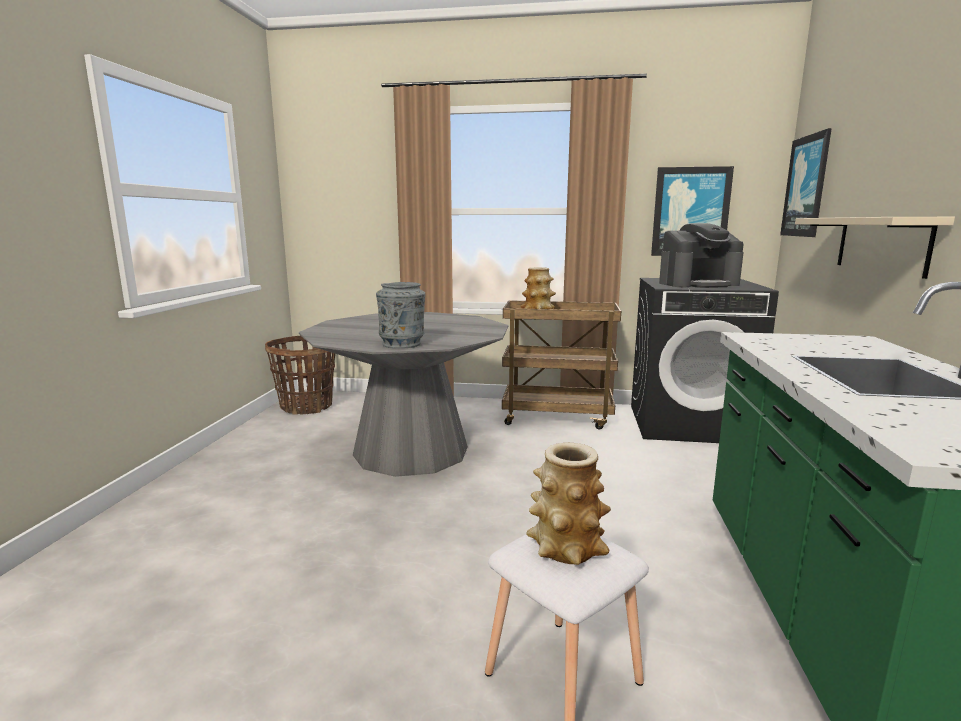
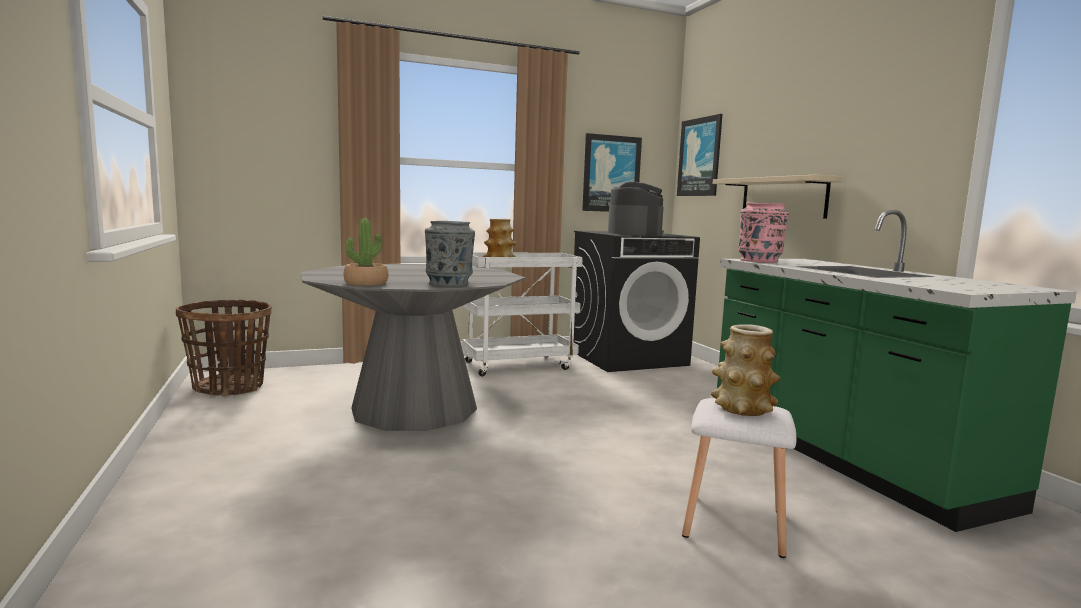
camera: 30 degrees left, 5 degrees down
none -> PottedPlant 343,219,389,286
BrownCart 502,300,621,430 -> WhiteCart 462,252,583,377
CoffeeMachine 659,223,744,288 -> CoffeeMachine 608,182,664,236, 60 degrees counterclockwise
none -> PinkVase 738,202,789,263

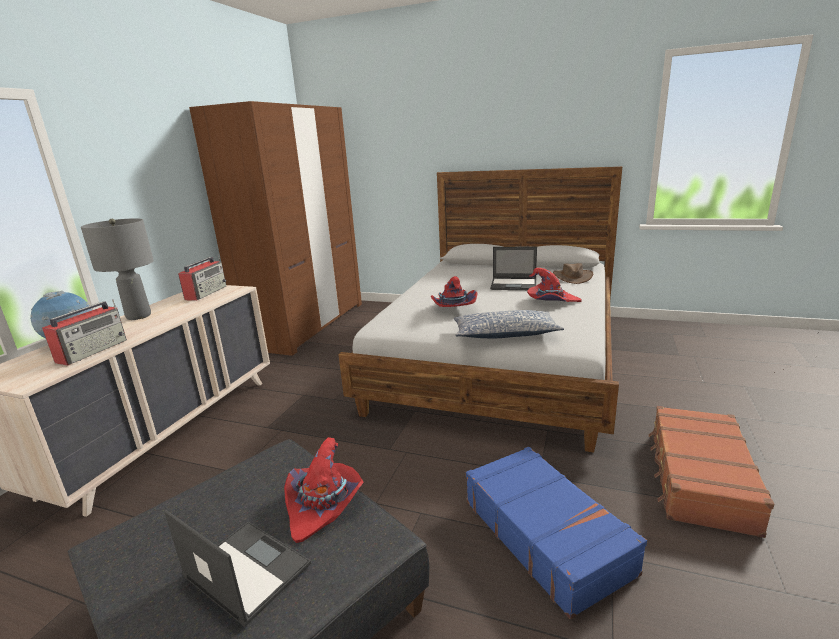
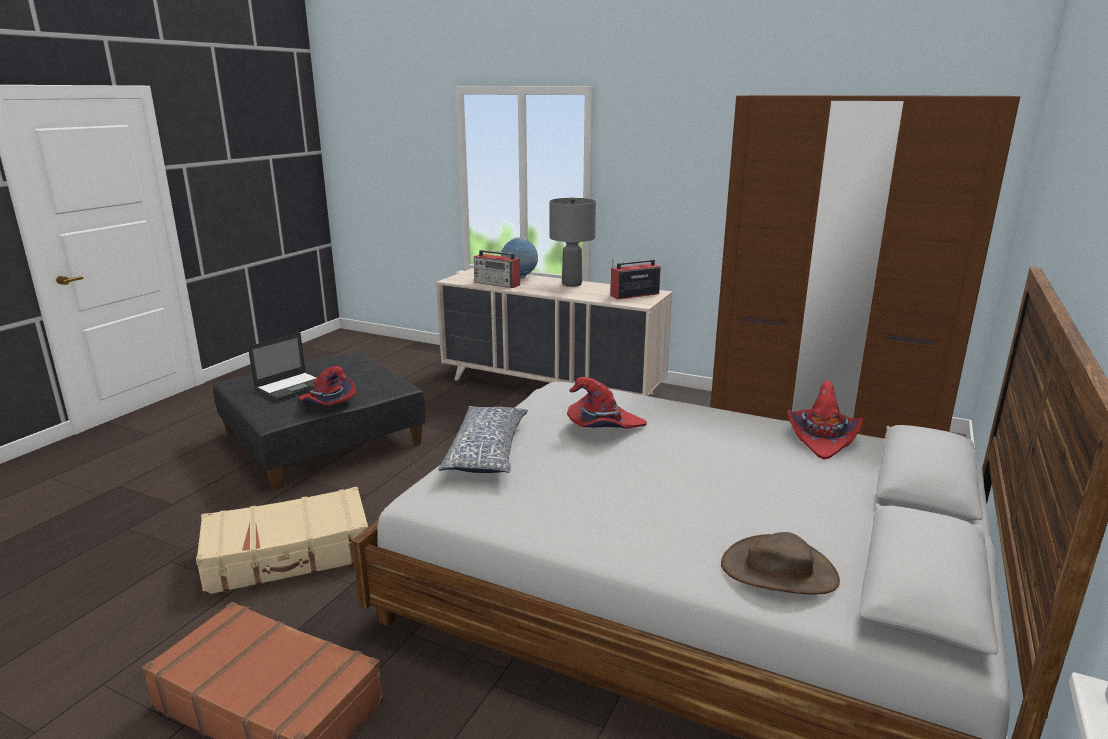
camera: 95 degrees right, 0 degrees up
BlueSuitcase 466,447,647,619 -> BeigeSuitcase 196,487,368,596
Radio 178,254,226,301 -> Radio 610,259,661,300, 135 degrees clockwise
RedHat 527,268,582,302 -> RedHat 787,381,863,460, move
Laptop 490,246,537,290 -> none

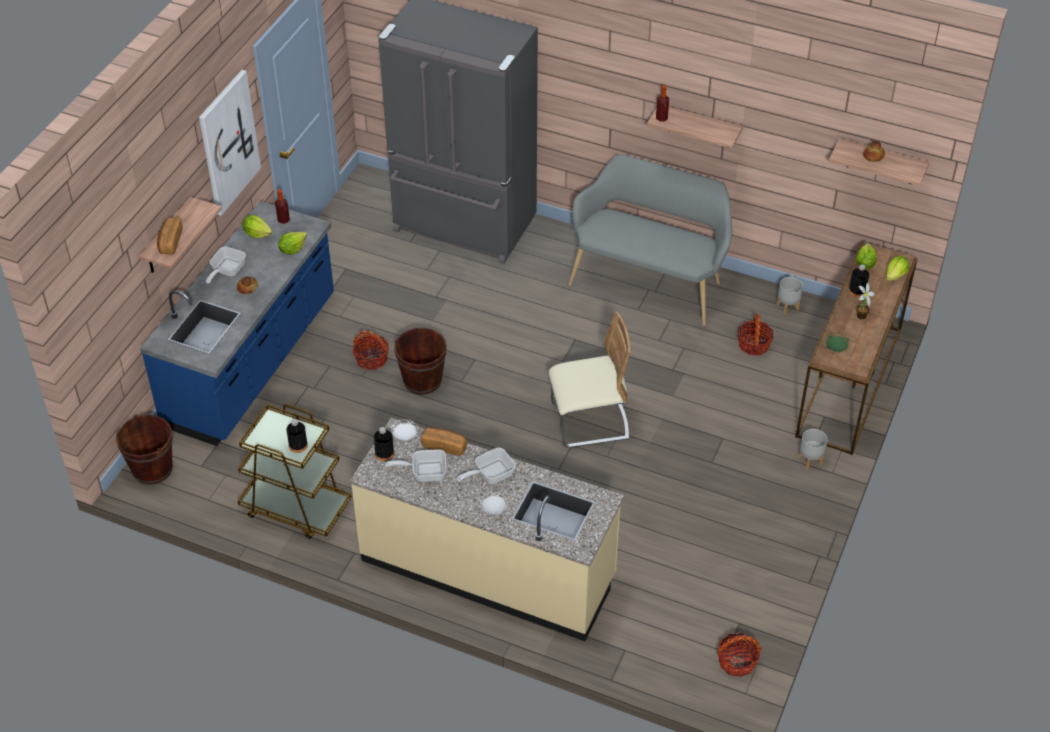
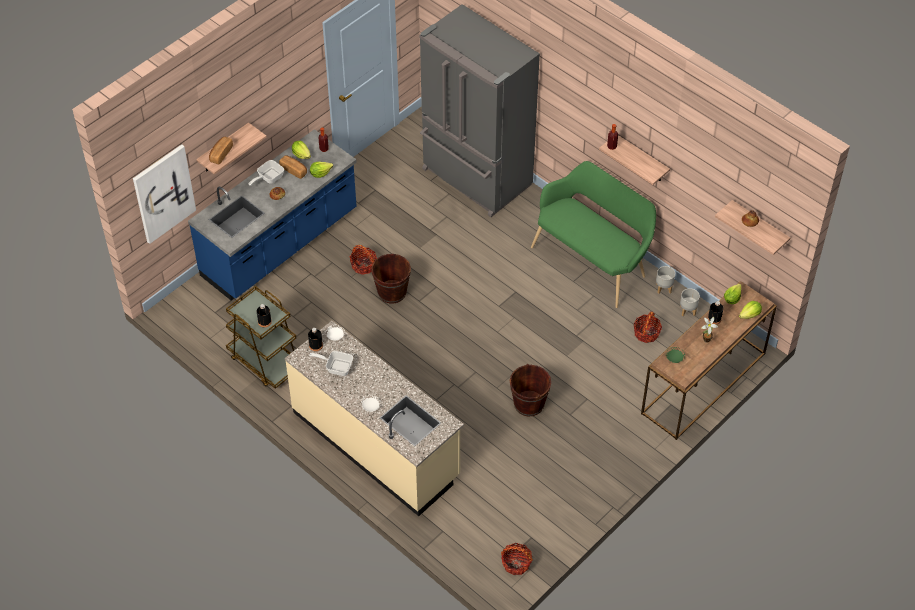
camera: 20 degrees right, 5 degrees up
Picture 199,70,261,216 -> Picture 133,144,196,244, move
Bread 421,427,467,456 -> Bread 279,155,307,179, move
BrownBucket 116,415,173,485 -> BrownBucket 510,364,551,417, move
GreyBench 568,154,732,326 -> GreenBench 531,161,656,308
GreyPlanter 798,429,827,469 -> GreyPlanter 656,266,675,294, move
FryingPan 457,448,516,484 -> none
BeigeChair 548,311,630,448 -> none

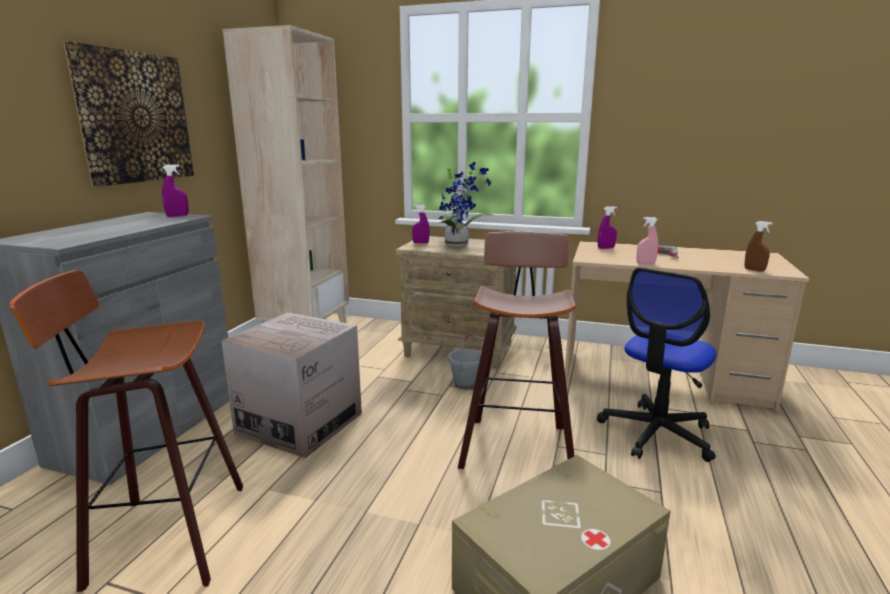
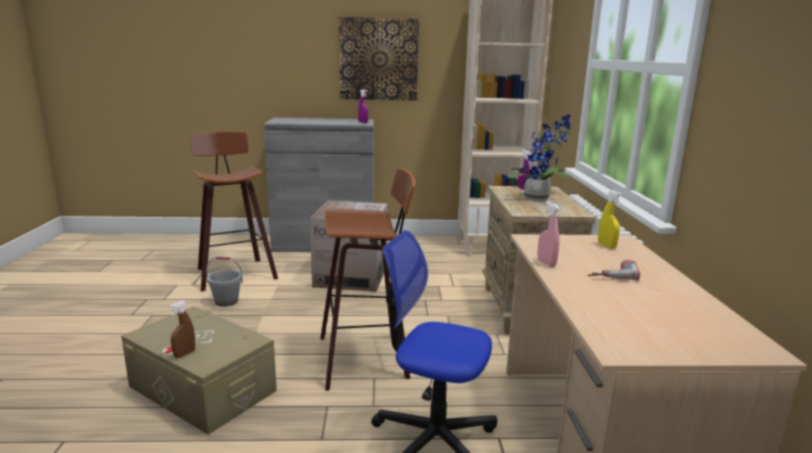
camera: 70 degrees right, 0 degrees up
BrownSprayBottle 744,221,773,272 -> BrownSprayBottle 170,301,195,358, move
GreyBucket 449,333,482,389 -> GreyBucket 206,257,243,306, move
PurpleSprayBottle 598,206,617,249 -> YellowSprayBottle 598,190,622,249

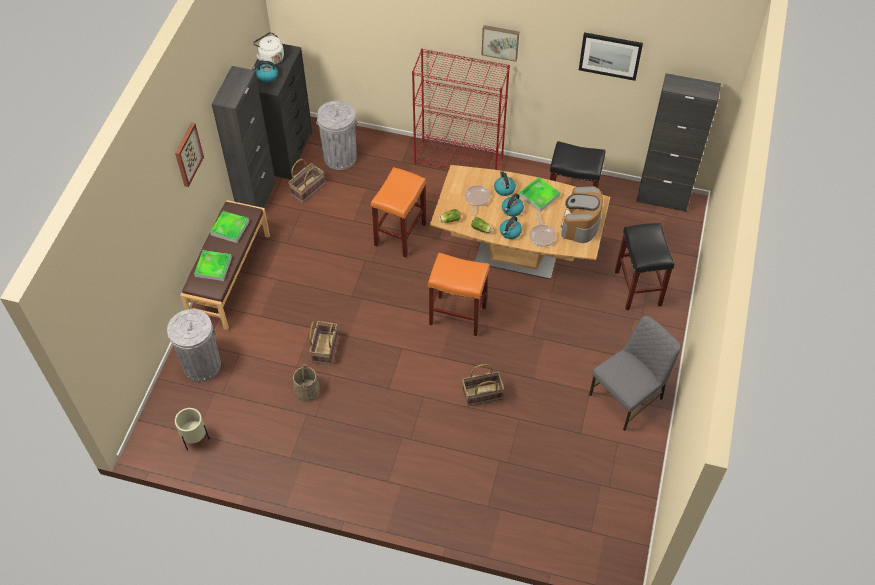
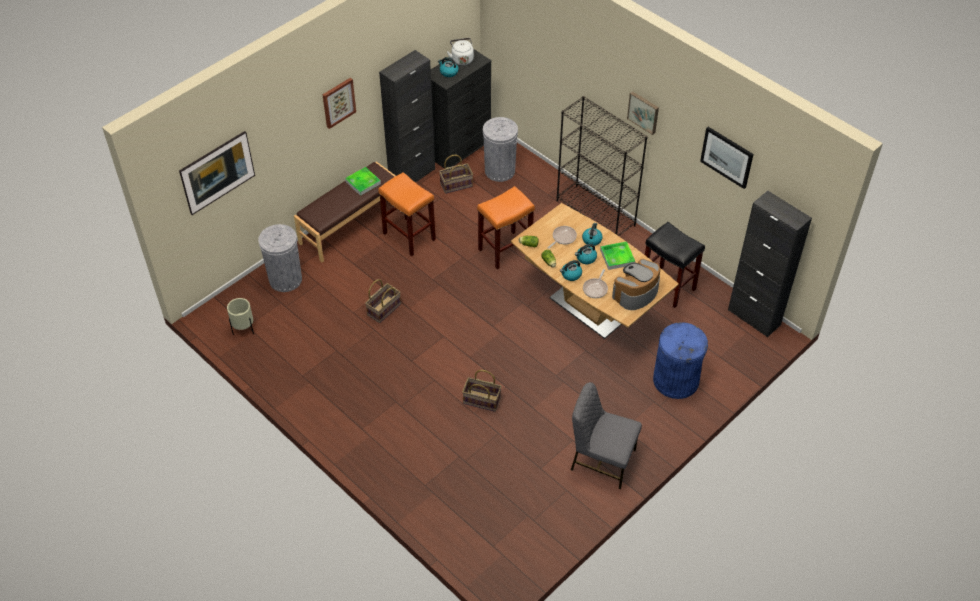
camera: 30 degrees right, 5 degrees down
none -> Picture 179,131,255,215
OrangeStool 428,253,490,336 -> OrangeStool 378,172,436,256, move
RedBookcase 412,49,510,170 -> BlackBookcase 557,96,648,236
GreyChair 589,316,681,431 -> GreyChair 571,382,642,490, 150 degrees counterclockwise
BlackStool 615,223,674,310 -> BlueTrashCan 653,322,708,399
Tray 194,250,232,281 -> none
BeigeBucket 293,364,320,402 -> none

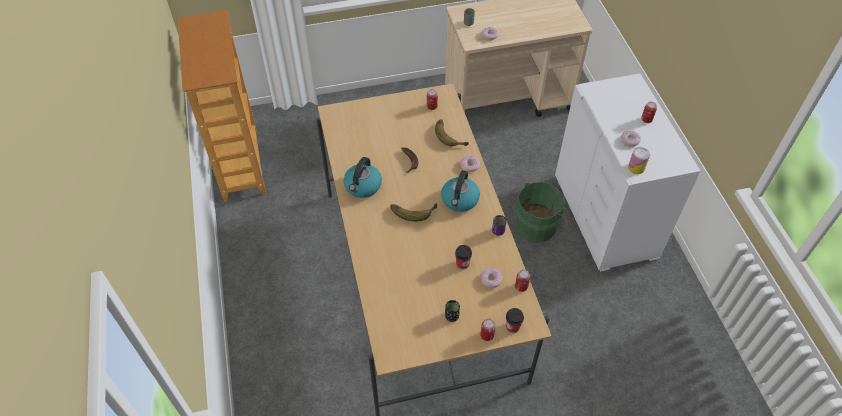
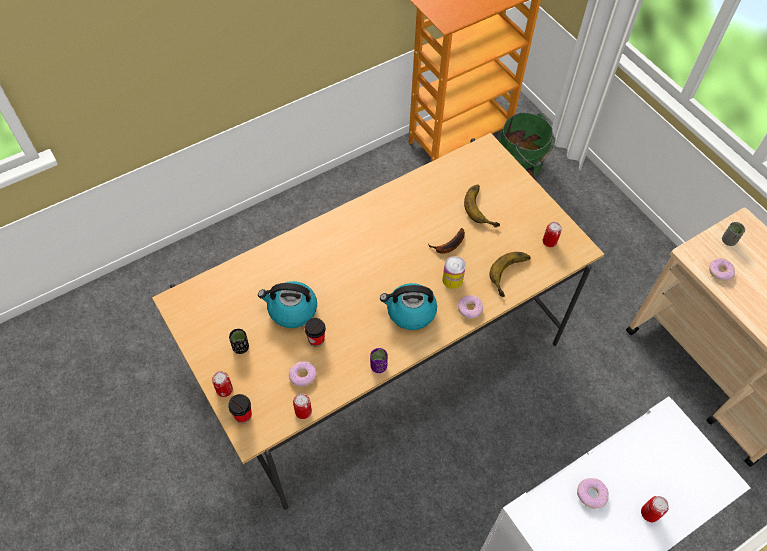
camera: 70 degrees right, 5 degrees up
Kettle 344,157,382,198 -> Kettle 258,281,317,328, move
Can 628,147,650,174 -> Can 442,256,466,289, move
Banana 390,204,438,222 -> Banana 464,185,500,227, move
GreenBucket 515,182,568,243 -> GreenBucket 500,113,555,177, move

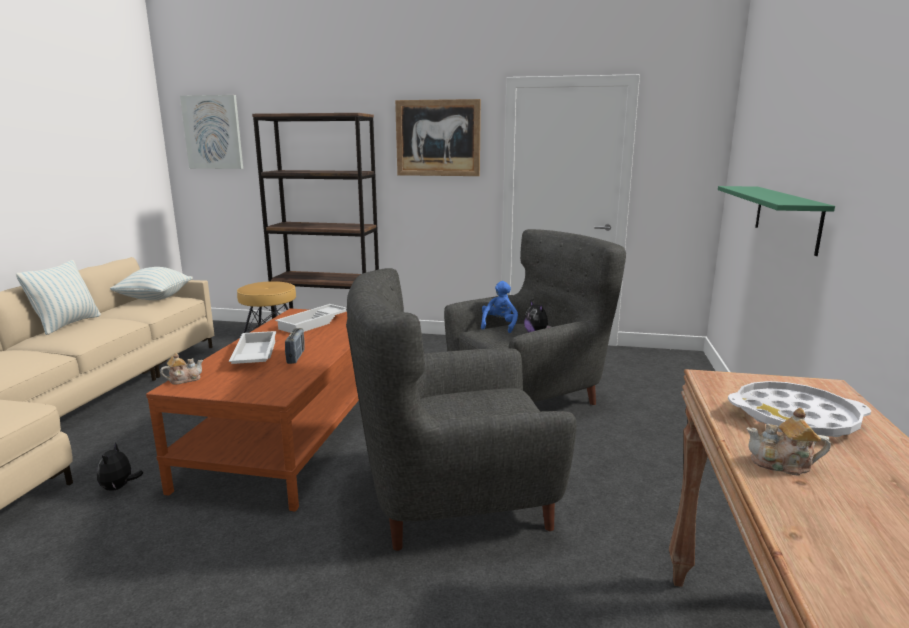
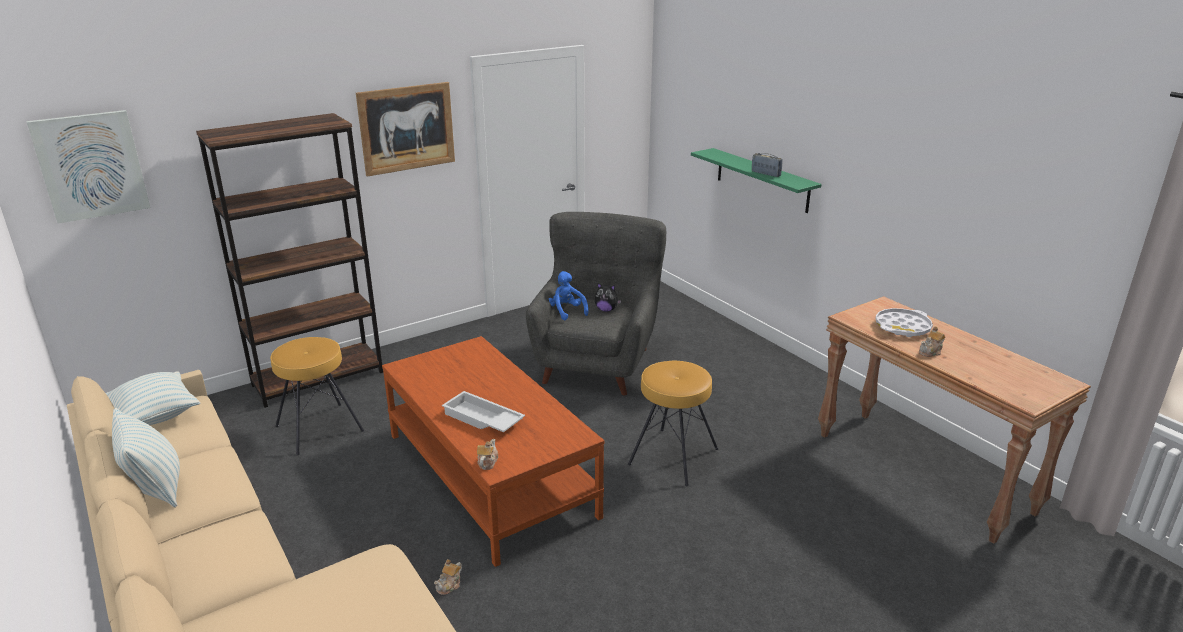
camera: 45 degrees left, 10 degrees up
PlushToy 97,443,143,490 -> Teapot 434,559,462,595
GreyArmchair 346,268,576,551 -> BrownStool 628,361,718,486
Radio 285,328,305,364 -> Radio 752,153,783,177, move
WhiteTray 275,304,347,333 -> none

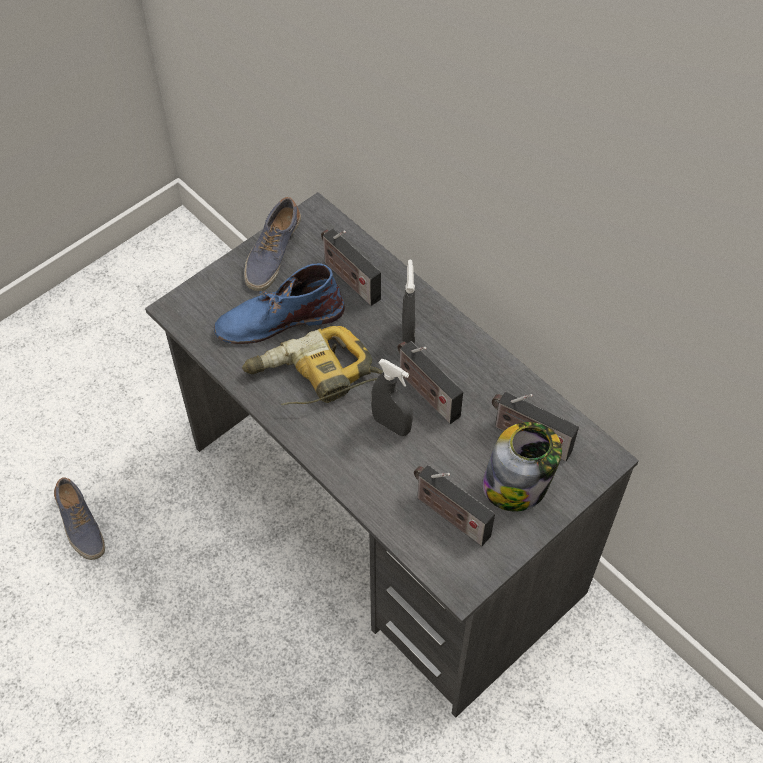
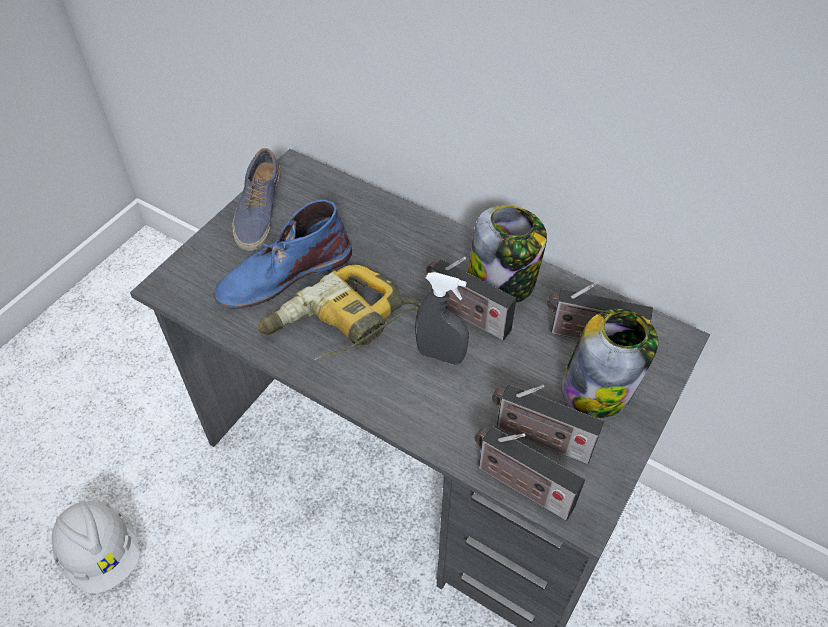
camera: 15 degrees left, 5 degrees down
Shoe 54,478,105,560 -> WhiteHardHat 51,501,140,594
none -> Jar 468,205,547,303
Radio 321,229,381,306 -> Radio 474,426,585,521, move
GreySprayBottle 402,260,415,344 -> none

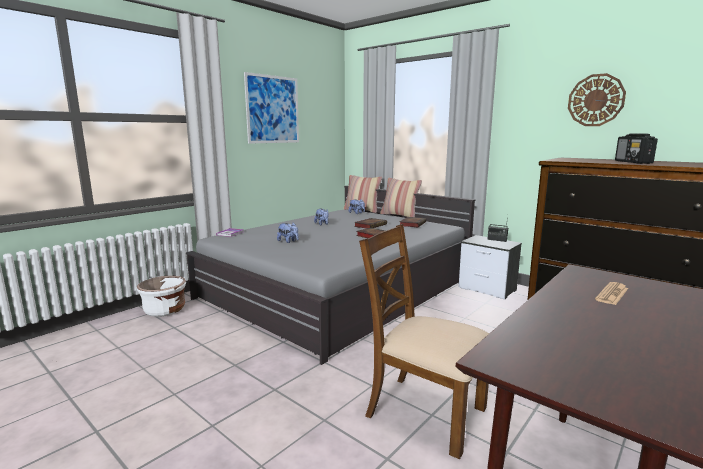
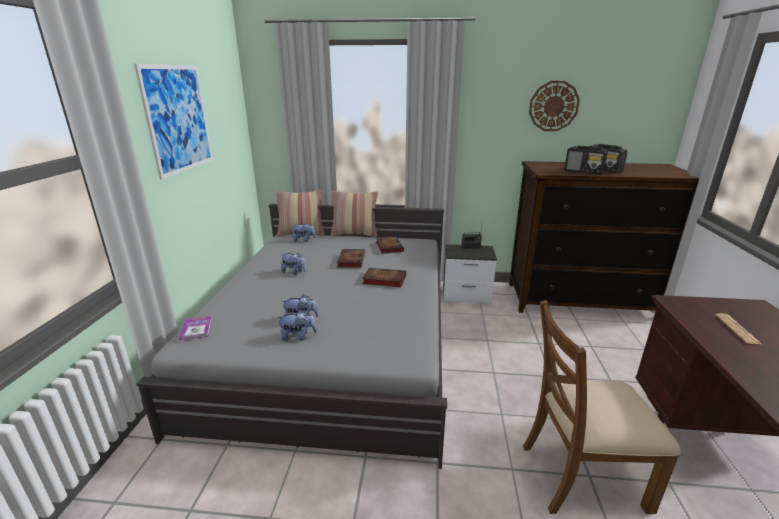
camera: 35 degrees left, 10 degrees up
none -> PlushToy 276,309,317,341
none -> Radio 564,146,608,175
WhitePlanter 137,276,186,317 -> none

